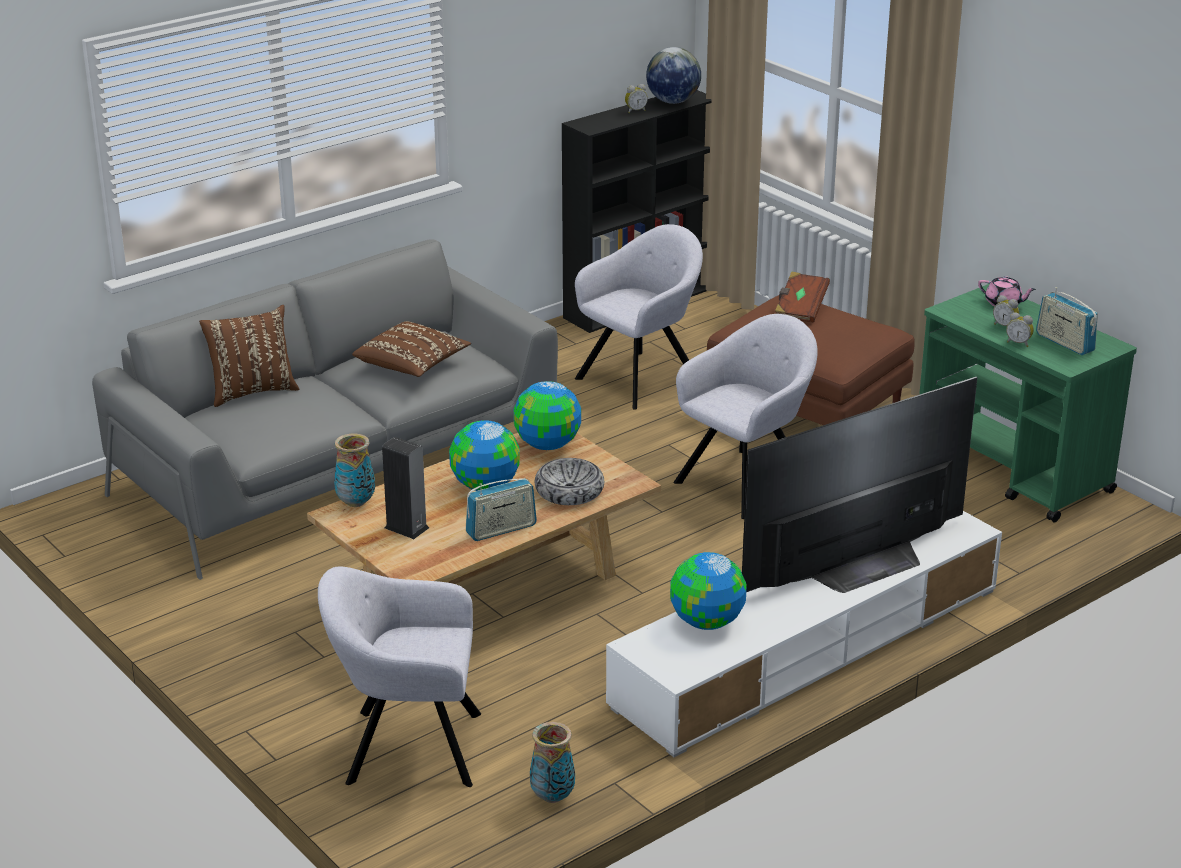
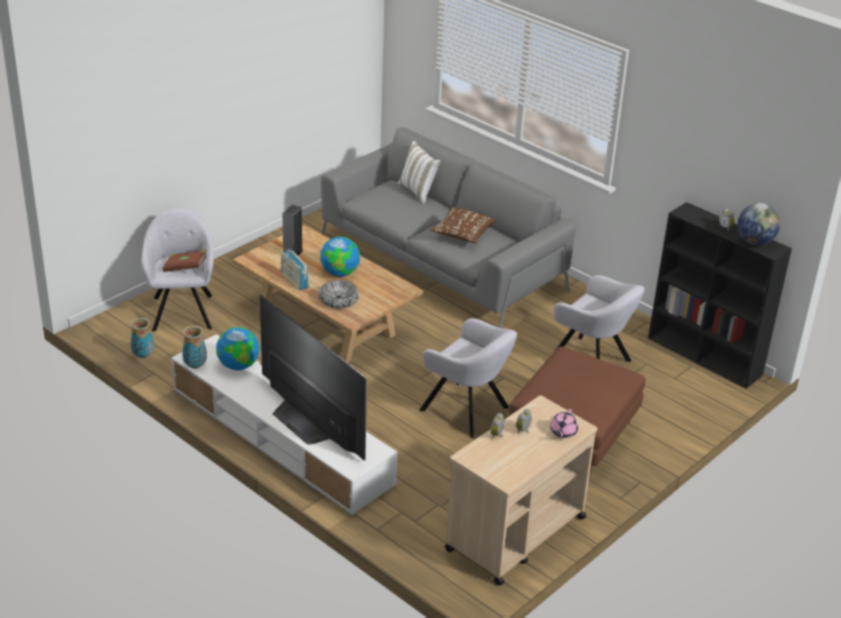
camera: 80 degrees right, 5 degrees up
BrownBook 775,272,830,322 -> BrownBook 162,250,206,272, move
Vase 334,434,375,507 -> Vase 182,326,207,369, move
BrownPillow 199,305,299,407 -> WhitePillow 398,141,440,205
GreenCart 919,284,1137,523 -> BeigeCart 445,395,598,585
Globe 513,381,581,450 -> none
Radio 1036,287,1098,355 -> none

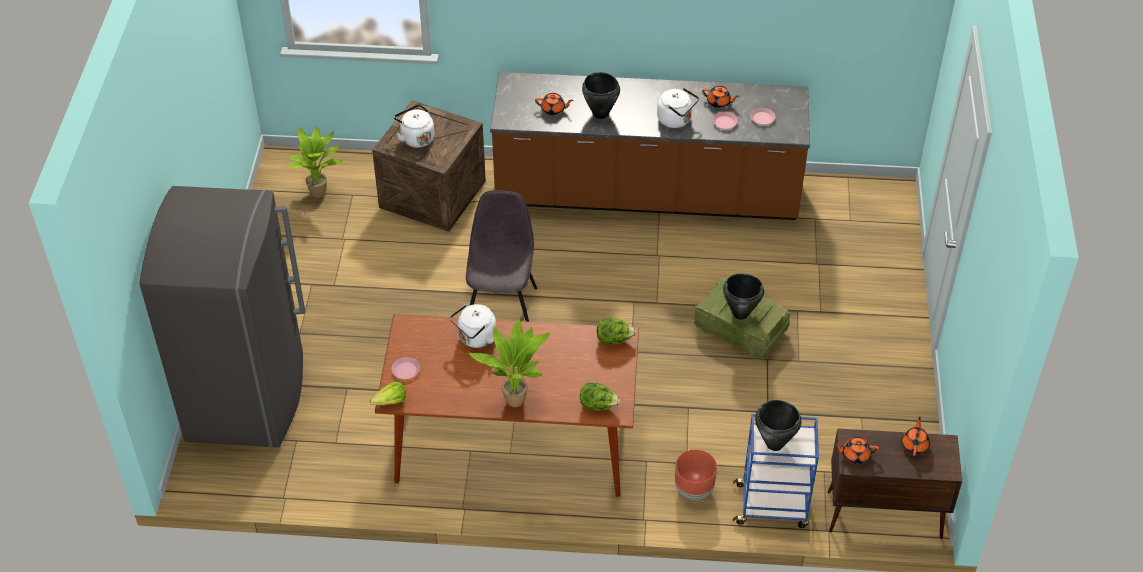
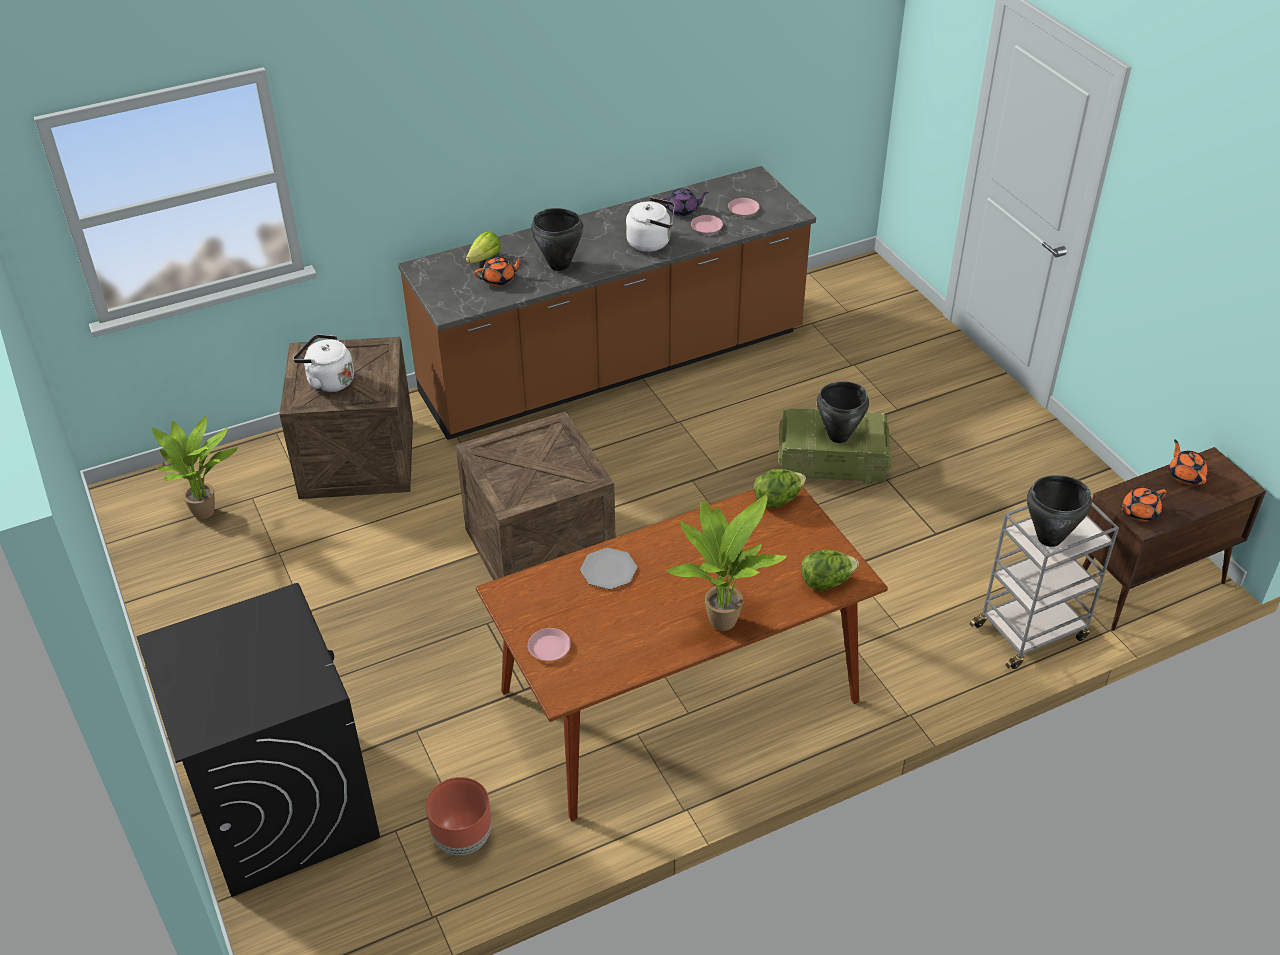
camera: 30 degrees left, 5 degrees down
GreyFridge 139,186,305,447 -> BlackWashingMachine 136,583,380,897
BrownPlanter 675,449,717,500 -> BrownPlanter 426,777,491,856, move
GreyChair 466,190,537,322 -> Crate 455,411,616,580
Lettuce 370,381,406,405 -> Lettuce 466,232,501,264, move
WhiteKettle 450,304,496,348 -> Plate 580,548,637,589
OrangeTeapot 702,86,740,108 -> PurpleTeapot 660,189,708,216
BlueCart 733,414,819,528 -> GreyCart 969,502,1119,669

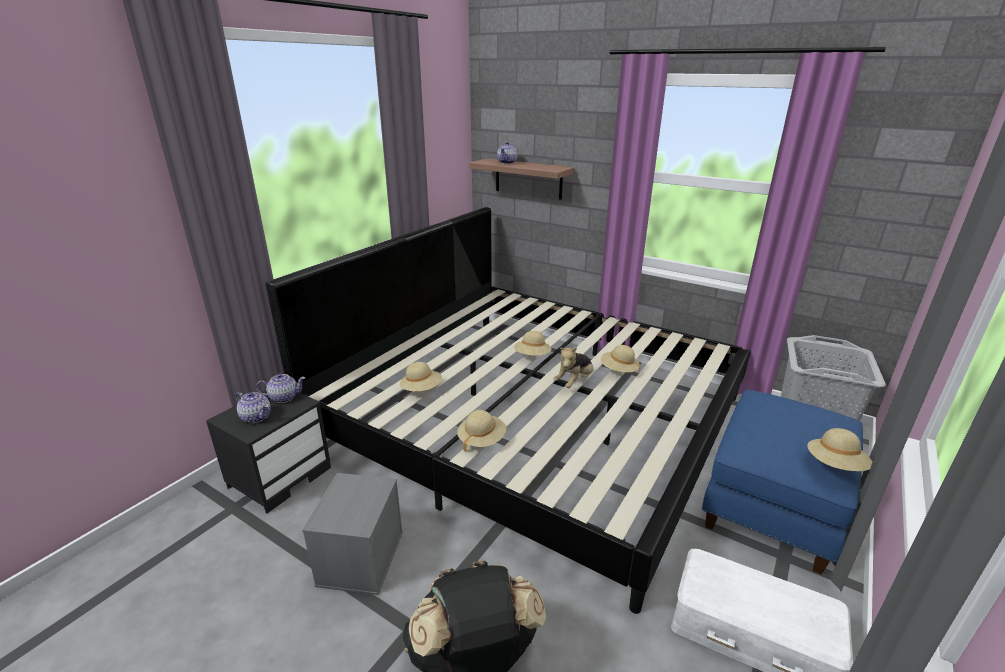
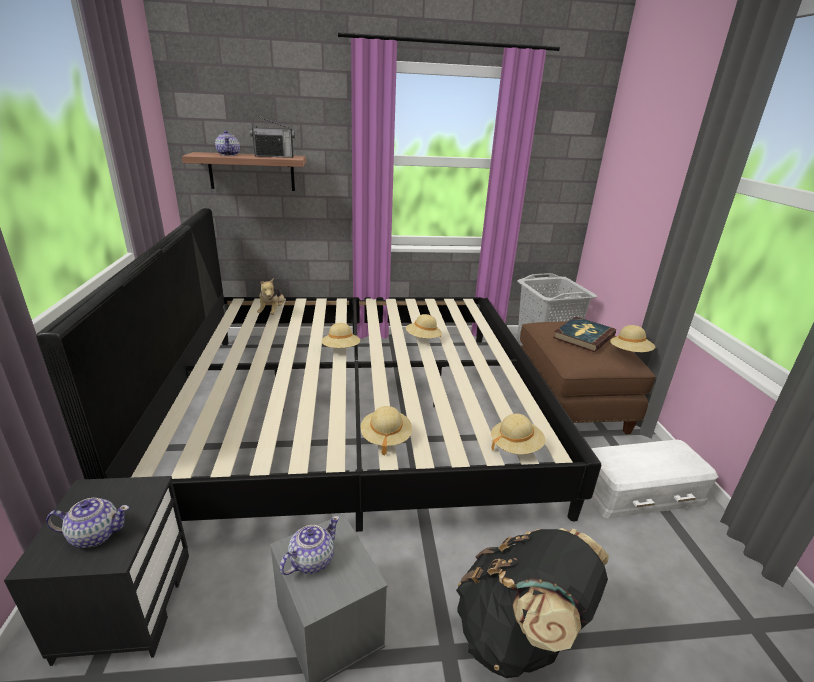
camera: 40 degrees left, 0 degrees up
none -> Radio 250,115,295,158
PlushToy 553,347,593,388 -> PlushToy 257,278,285,315, move
Teapot 256,373,305,403 -> Teapot 280,516,339,575, move
BeigeHat 400,362,442,391 -> BeigeHat 491,414,545,454, move
BlueOttoman 702,390,863,574 -> BrownOttoman 520,322,656,434
none -> Book 553,317,616,352

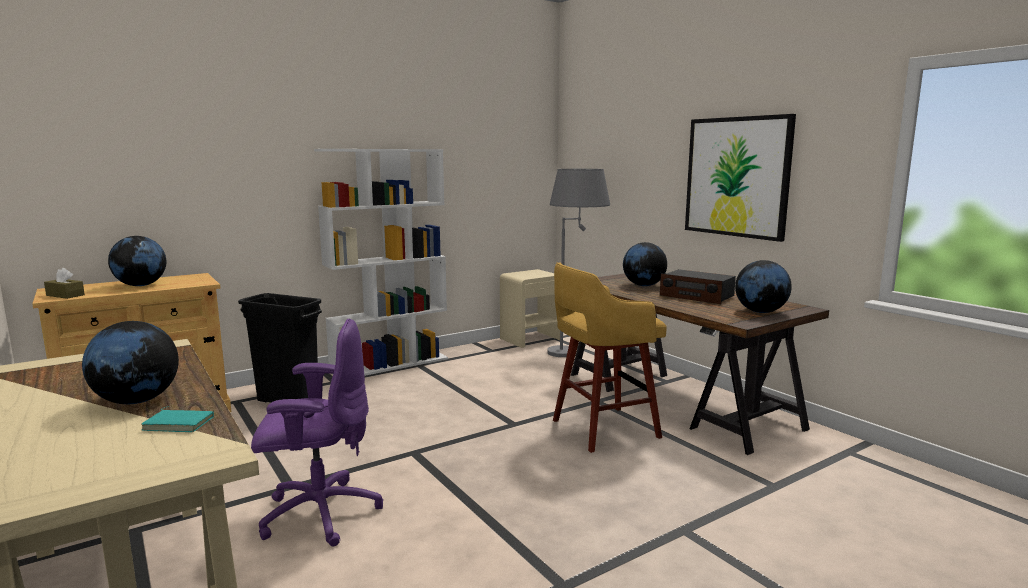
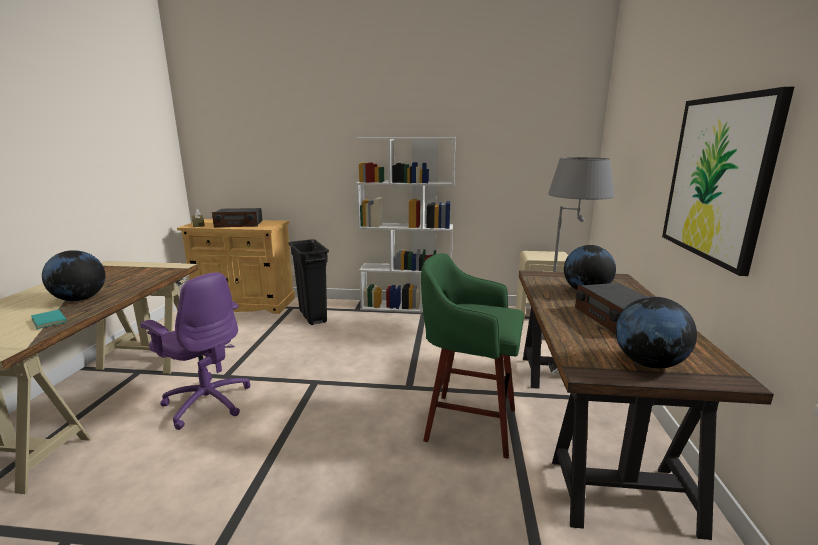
camera: 40 degrees right, 5 degrees up
Globe 108,236,167,286 -> Radio 212,208,263,227
YellowStool 553,262,667,453 -> GreenStool 421,253,524,459

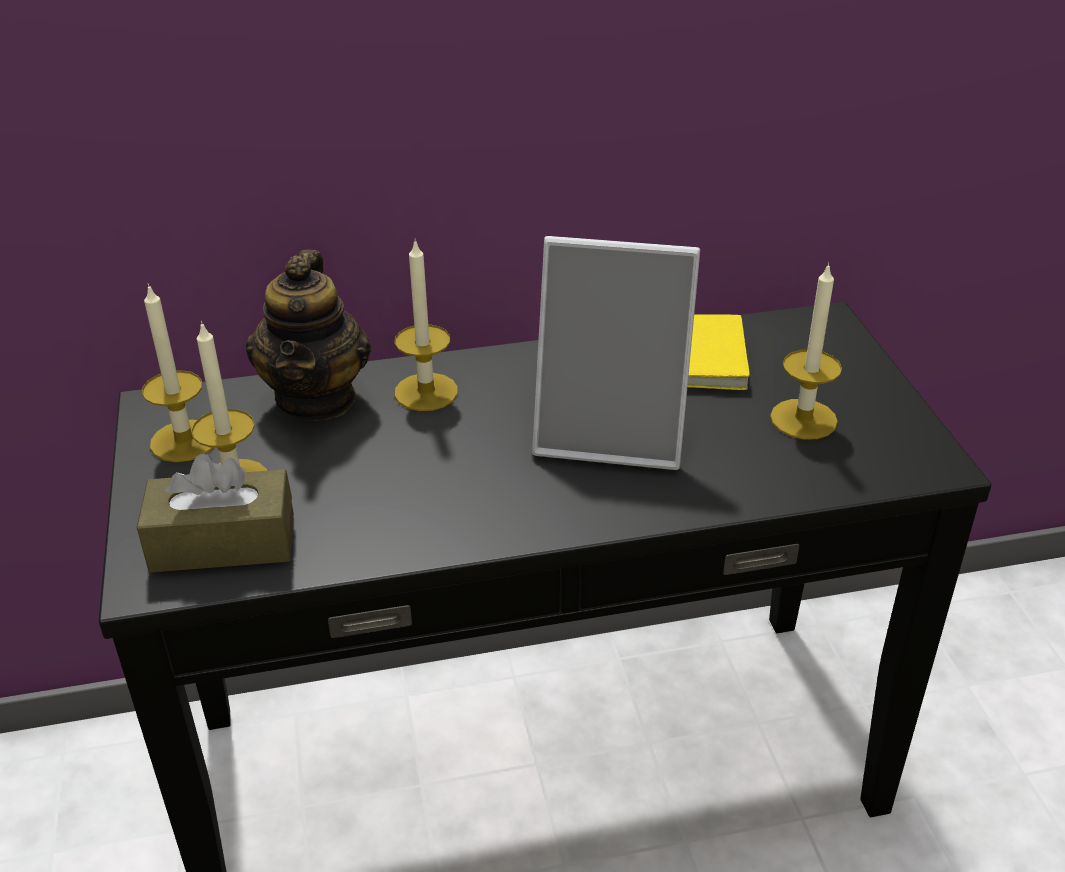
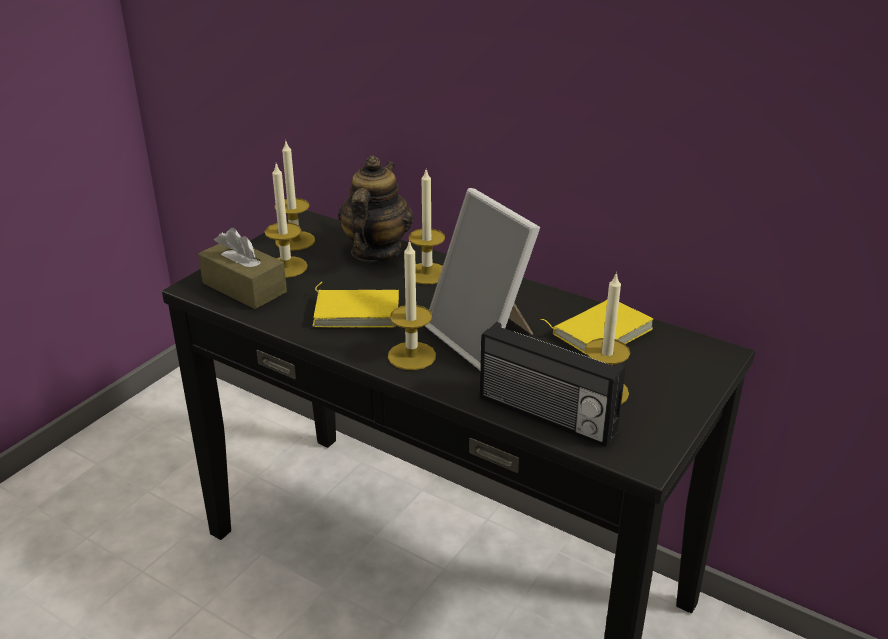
camera: 45 degrees right, 5 degrees down
none -> YellowBook 312,282,399,328
Teapot 246,250,371,421 -> Teapot 338,155,413,261, 150 degrees clockwise
none -> Candle 388,240,436,370
none -> Radio 480,322,625,447

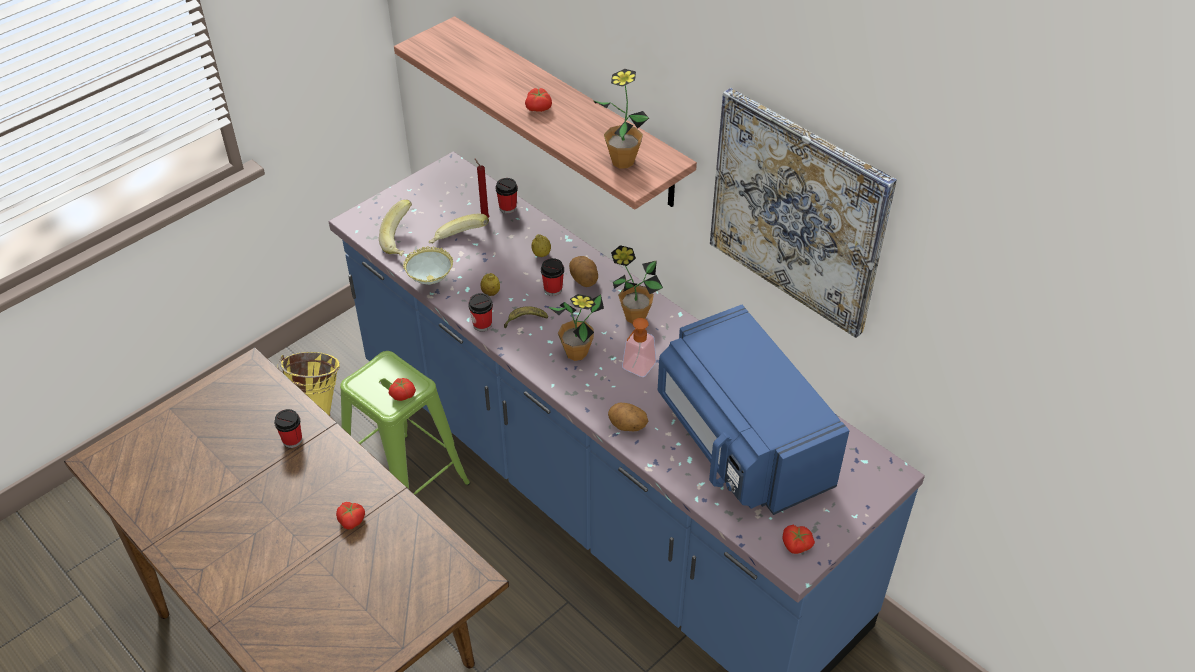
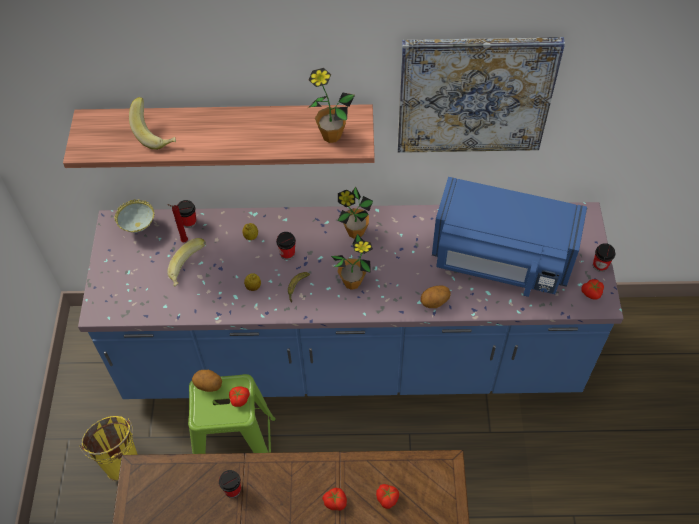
camera: 45 degrees left, 10 degrees up
Bowl 403,246,453,285 -> Bowl 114,199,155,233, move
Banana 379,200,412,256 -> Banana 129,97,176,150, move
Potato 569,256,598,287 -> Potato 192,370,222,392, move
Tomato 525,88,552,112 -> Tomato 376,484,399,509, move
Cup 468,293,493,331 -> Cup 593,243,615,272, move
SoapDispenser 622,318,656,377 -> none

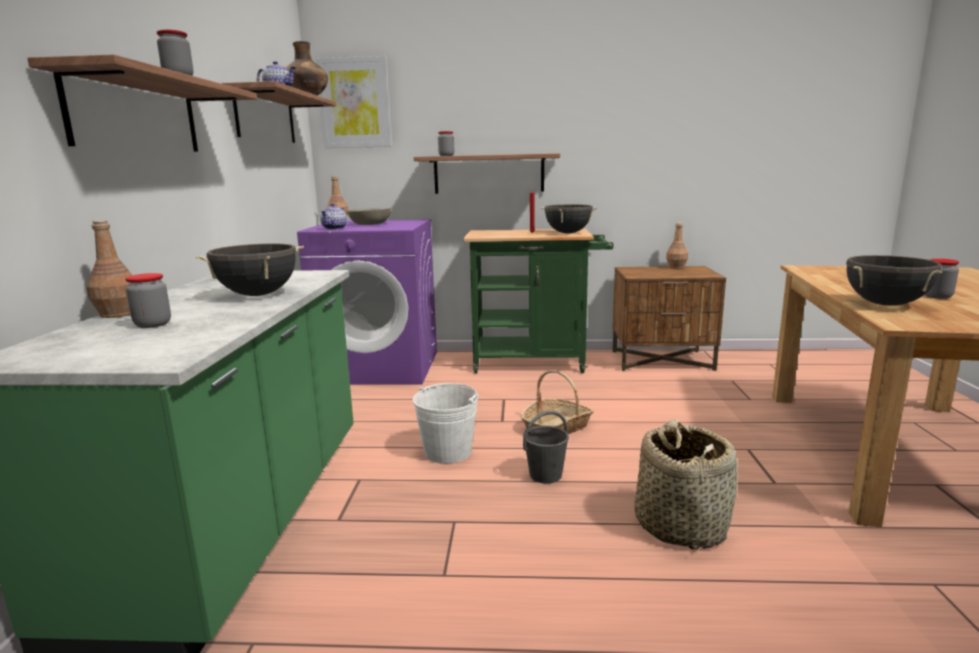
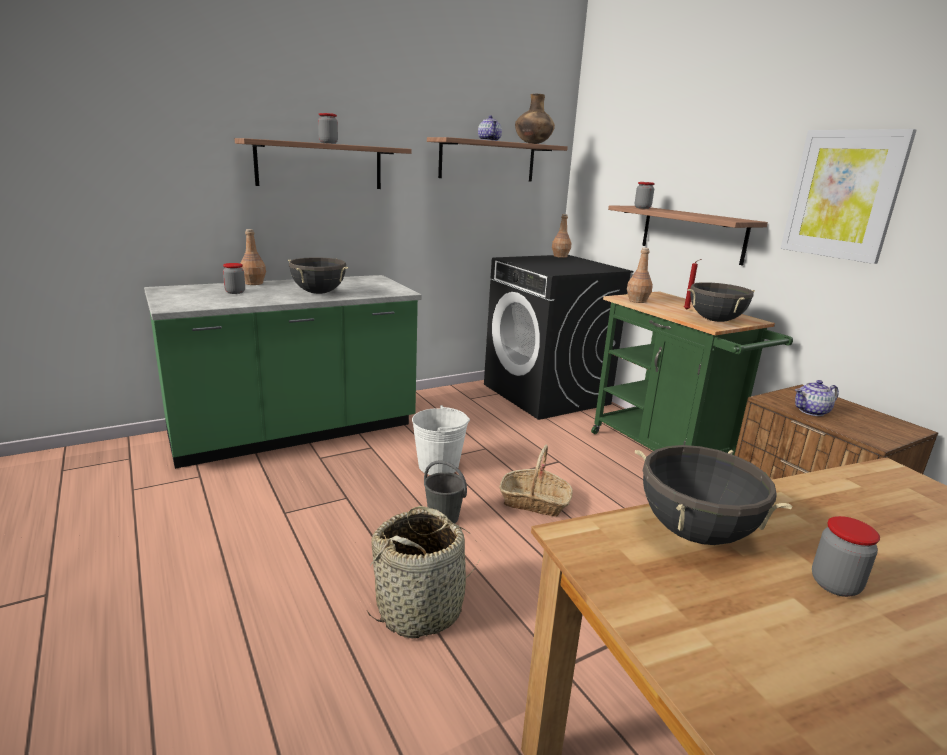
camera: 55 degrees right, 5 degrees up
PurpleWashingMachine 297,219,437,384 -> BlackWashingMachine 484,255,633,420
BrownBottle 666,223,688,269 -> BrownBottle 627,248,653,303, move
Picture 316,56,392,148 -> Picture 781,129,917,264, move
Teapot 320,203,347,230 -> Teapot 795,380,839,416, move
GreyBowl 347,208,391,225 -> none

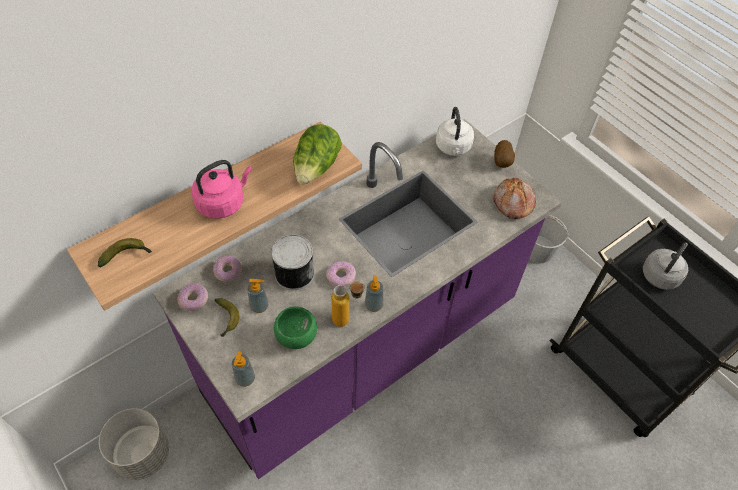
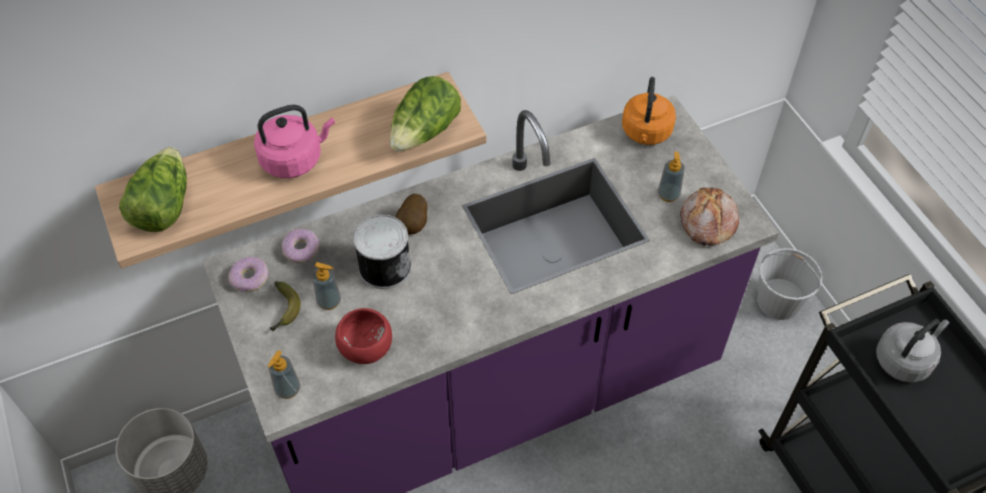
camera: 15 degrees right, 0 degrees up
Banana 98,238,152,267 -> Lettuce 119,147,187,232
GreenBowl 274,306,317,349 -> RedBowl 335,308,392,364
Potato 494,140,515,168 -> Potato 395,194,427,235, move
WhiteKettle 436,107,474,156 -> OrangeKettle 622,77,676,145
SoapDispenser 365,276,383,312 -> SoapDispenser 658,152,685,202, move
Donut 326,261,356,287 -> none
Bottle 331,282,365,327 -> none

